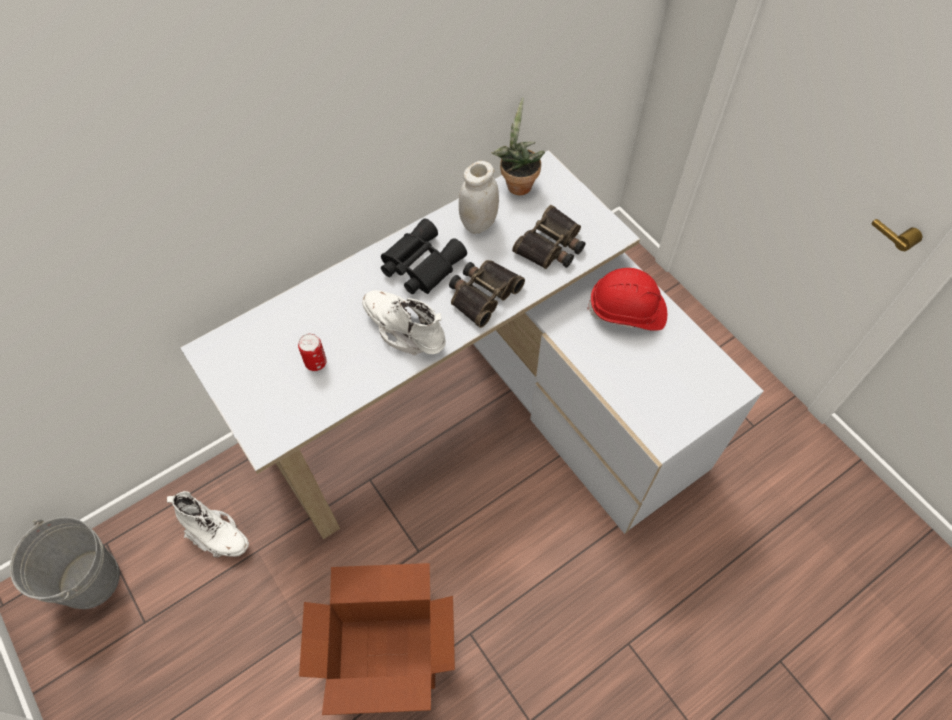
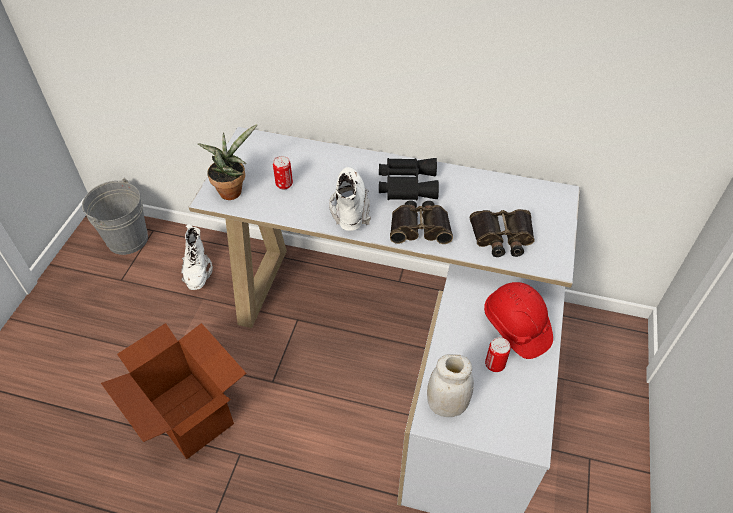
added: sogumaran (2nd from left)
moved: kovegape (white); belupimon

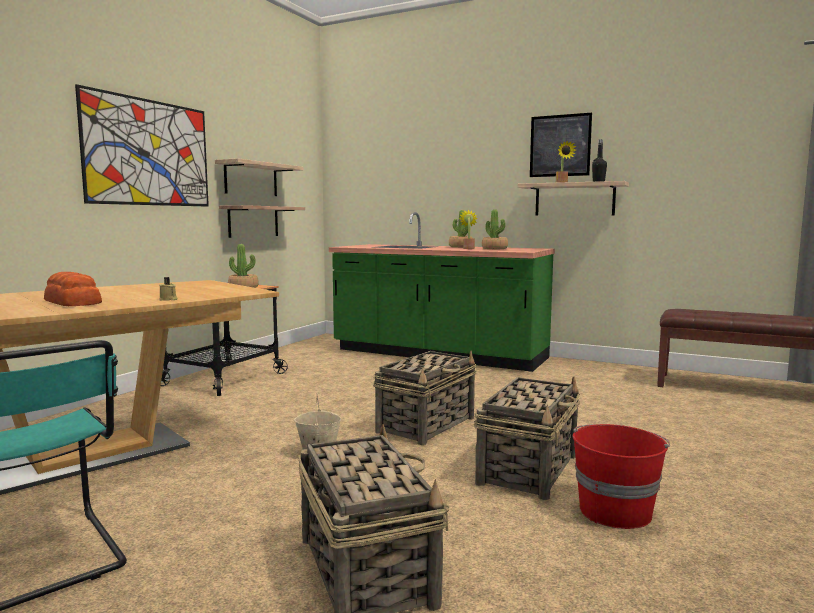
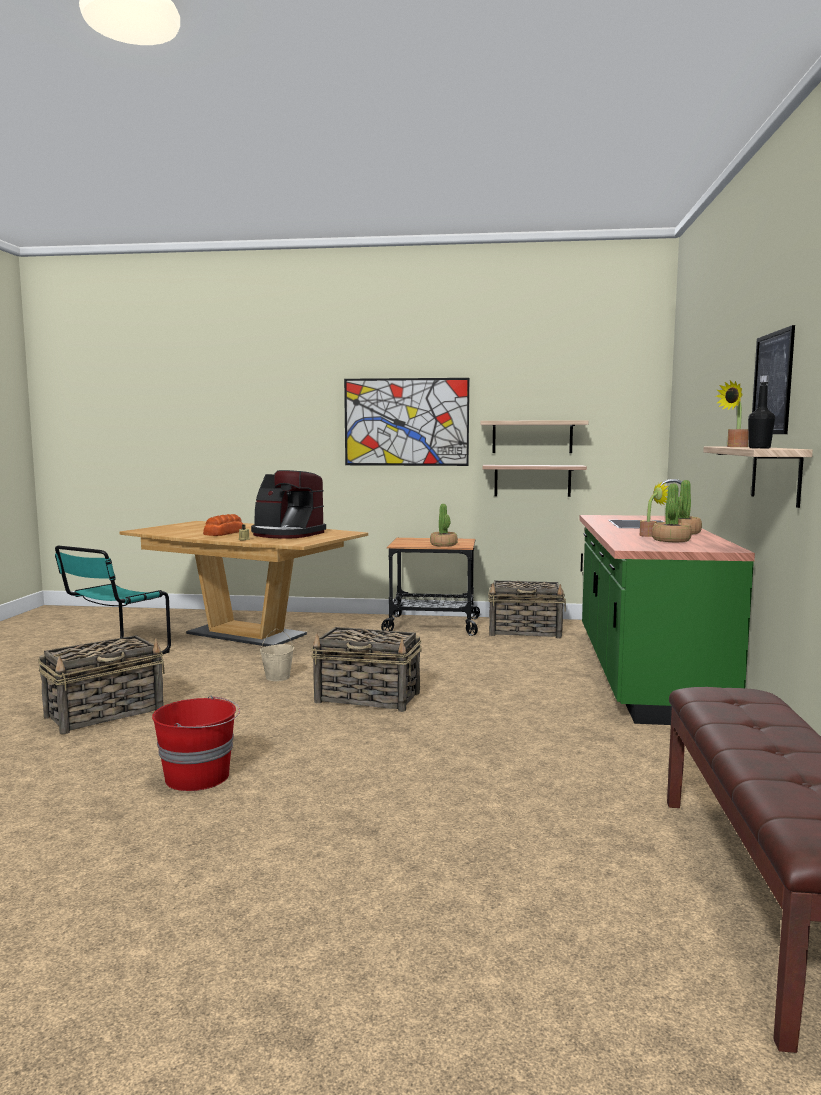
added: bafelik
moved: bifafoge (3rd from left)

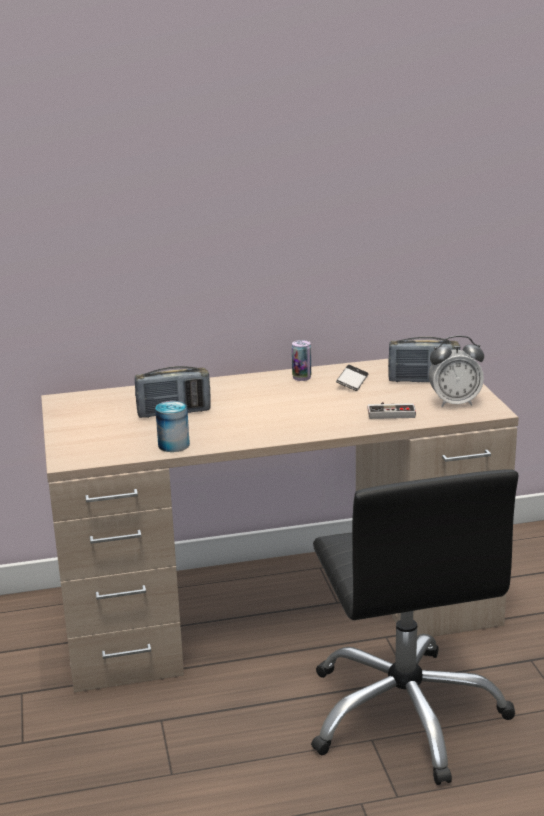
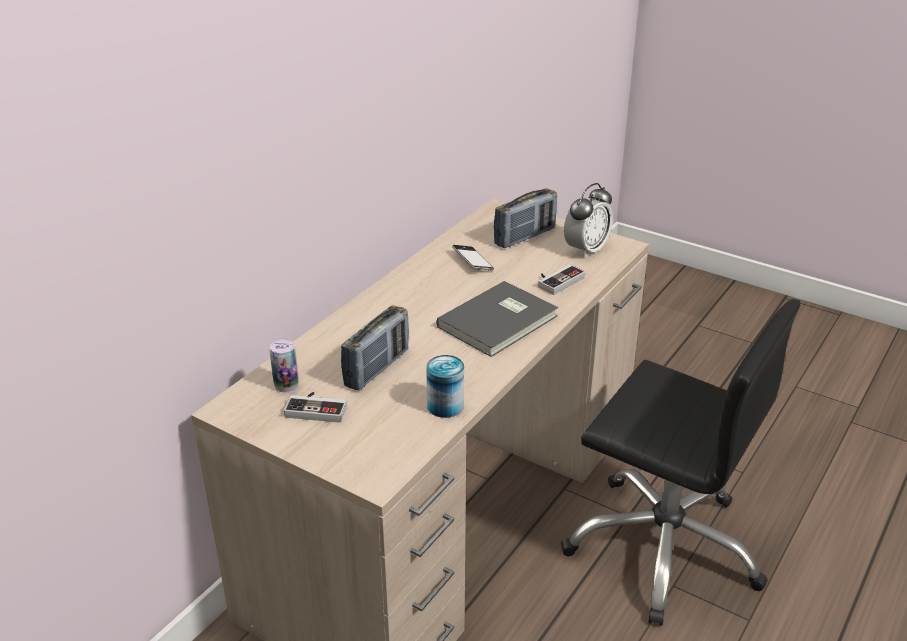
added: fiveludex (1st from left); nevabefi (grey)
moved: sogumaran (2nd from left in the first image) to sogumaran (1st from left)

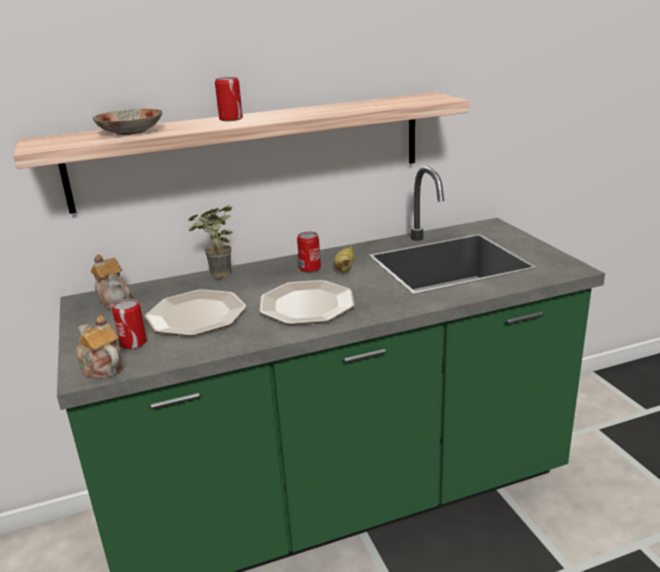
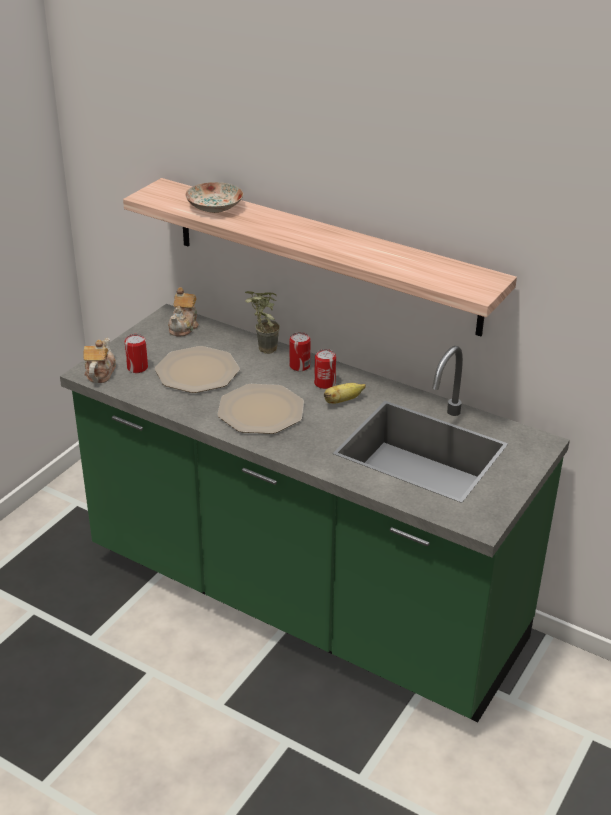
moved: sogumaran (2nd from left)

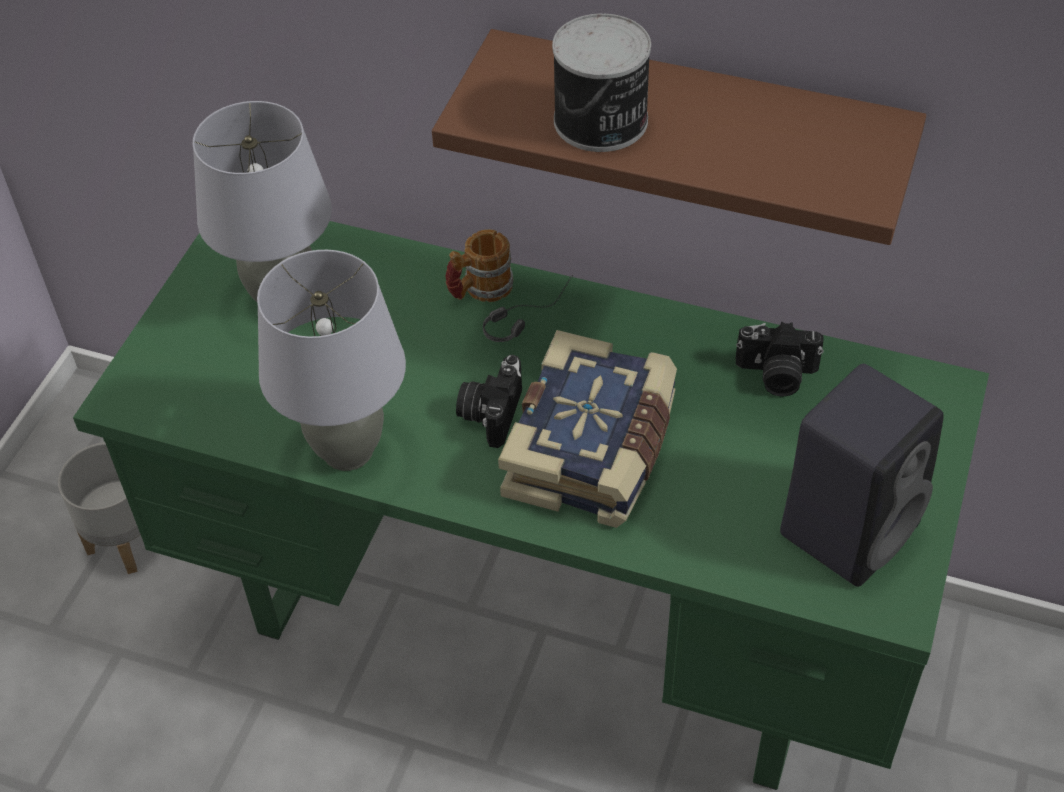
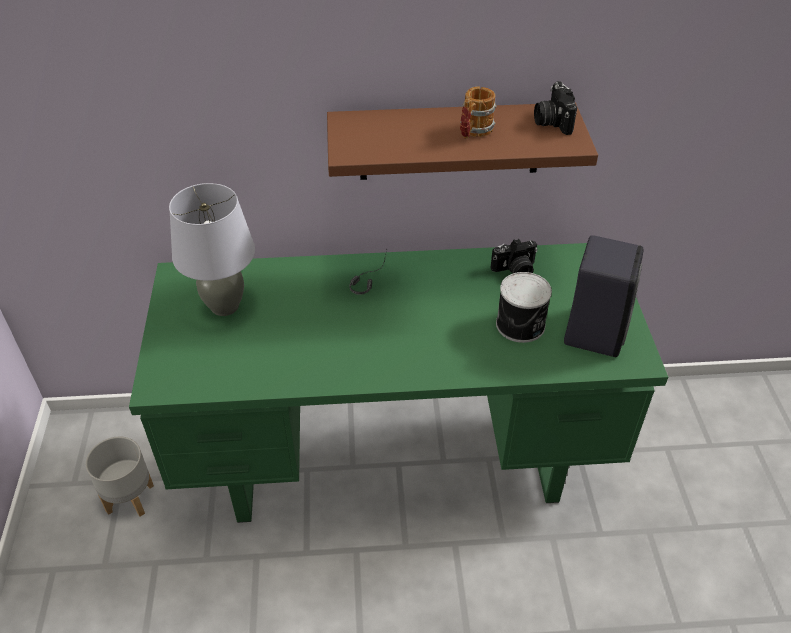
removed: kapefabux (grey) (2nd from left); nevabefi
moved: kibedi; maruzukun (1st from left in the first image) to maruzukun (2nd from left); sogumaran

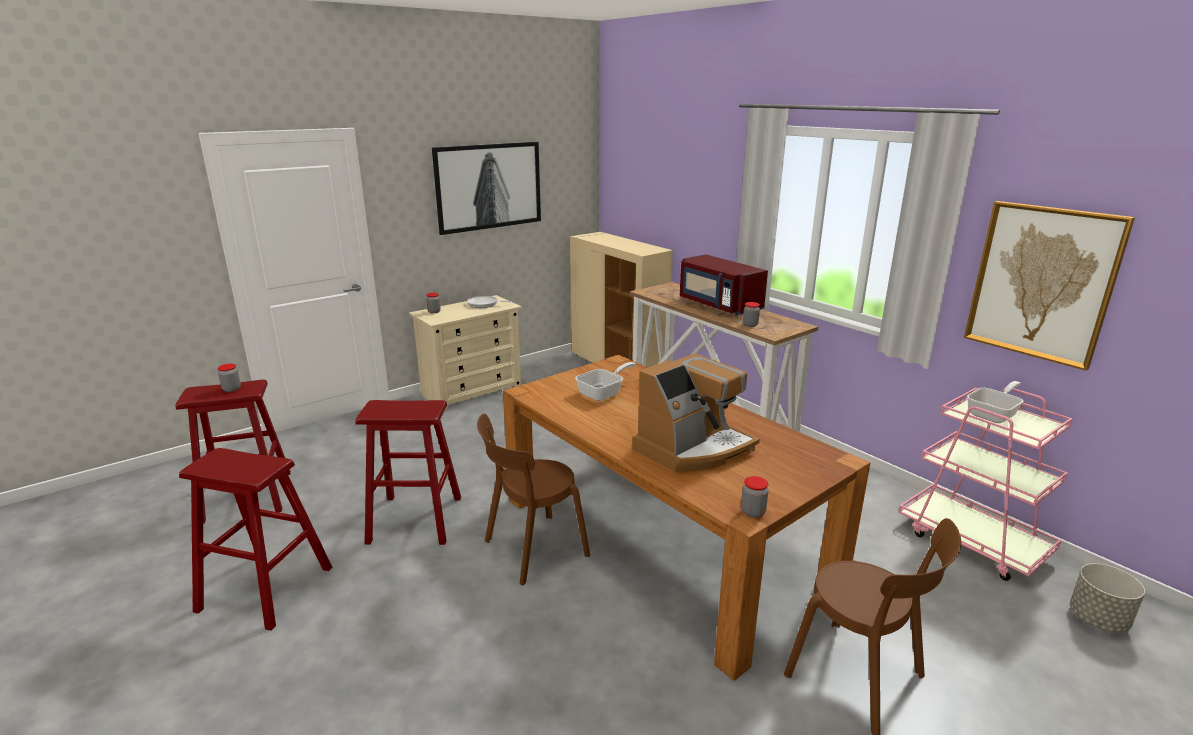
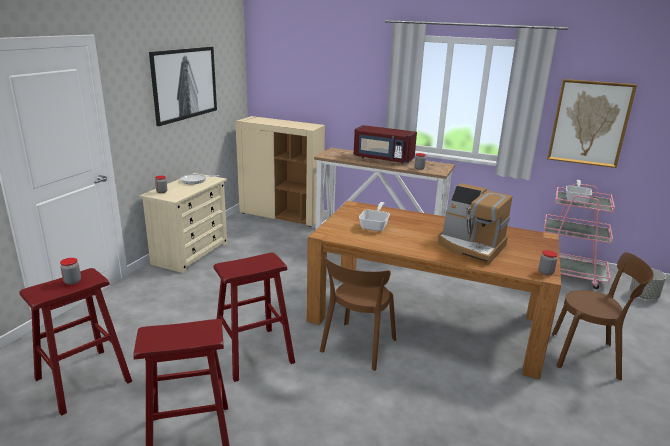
turned: bafelik 105 degrees clockwise

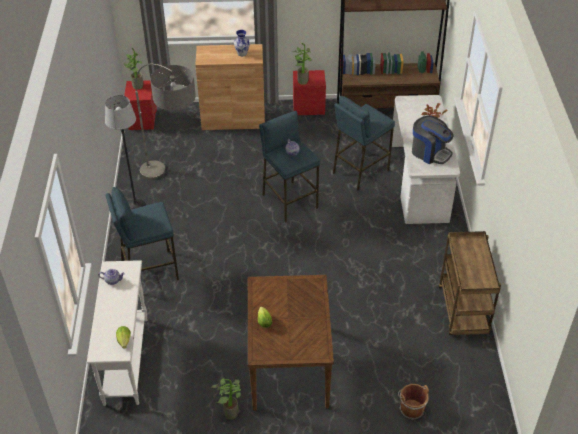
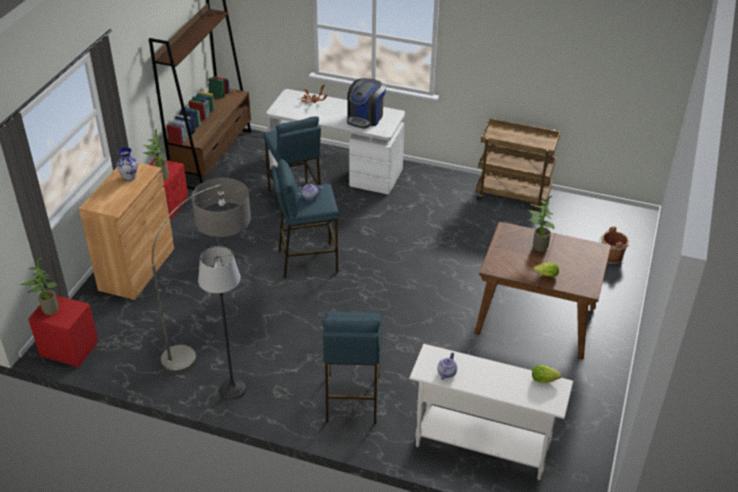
moved: belupimon (2nd from left in the first image) to belupimon (4th from left)
turned: bafelik 150 degrees clockwise

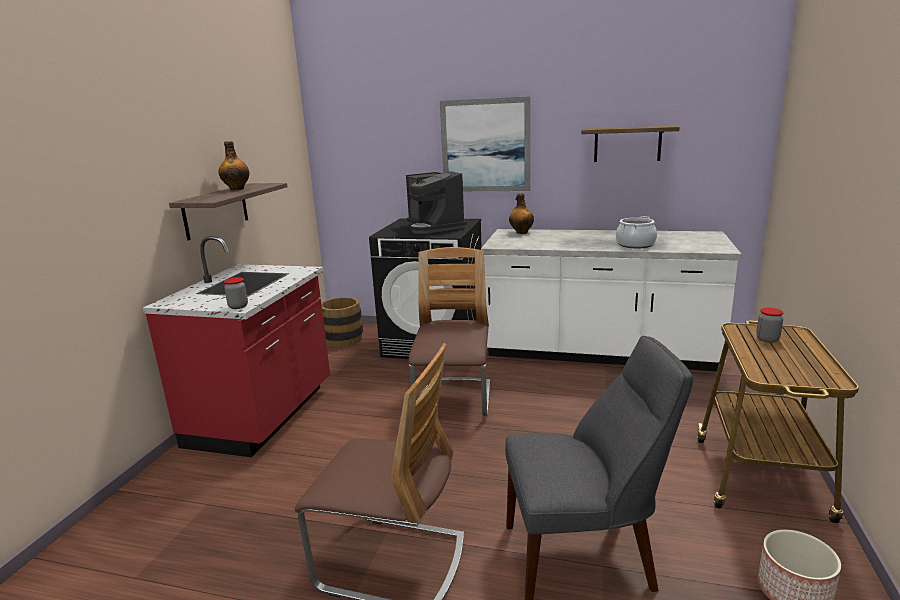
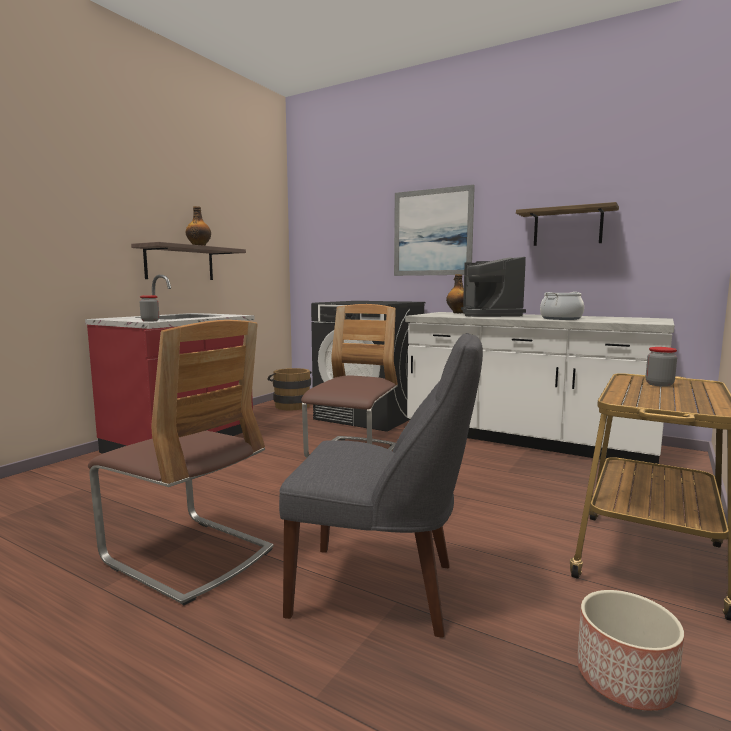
moved: bafelik

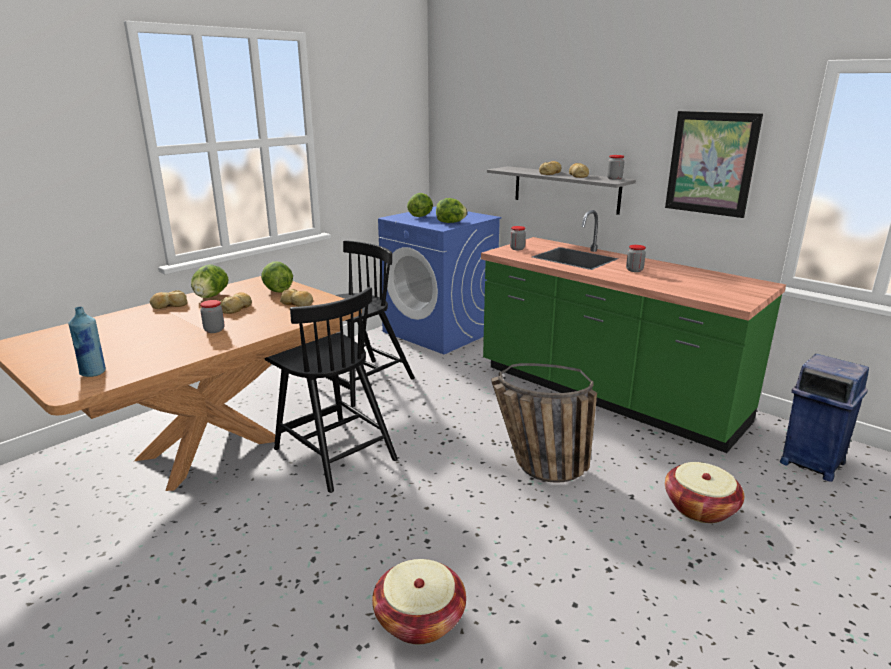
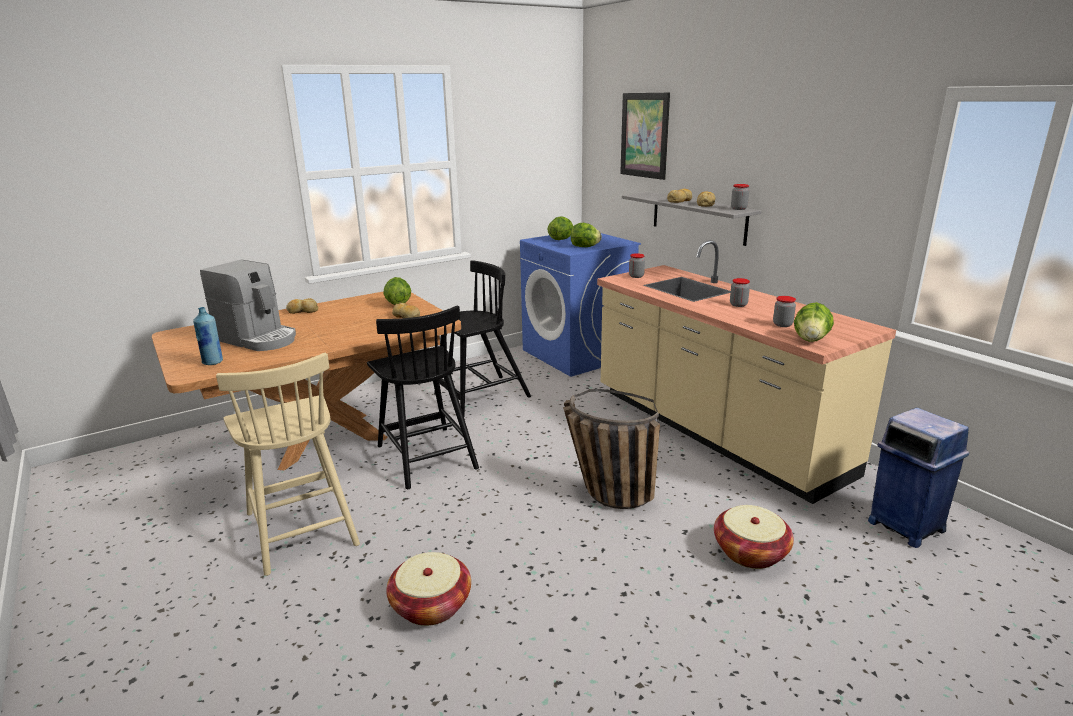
removed: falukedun (2nd from left)
added: bafelik; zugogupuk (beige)
moved: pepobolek (1st from left in the first image) to pepobolek (4th from left); kovegape (1st from left in the first image) to kovegape (4th from left); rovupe
recoloured: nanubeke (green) to nanubeke (beige)

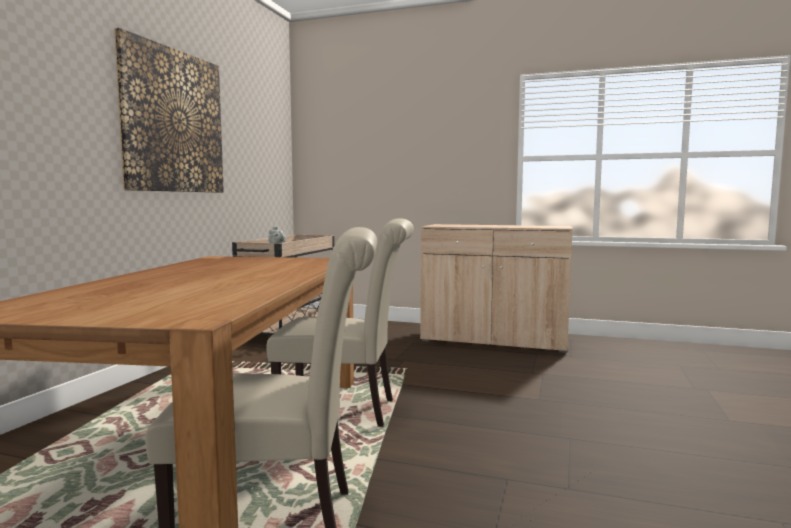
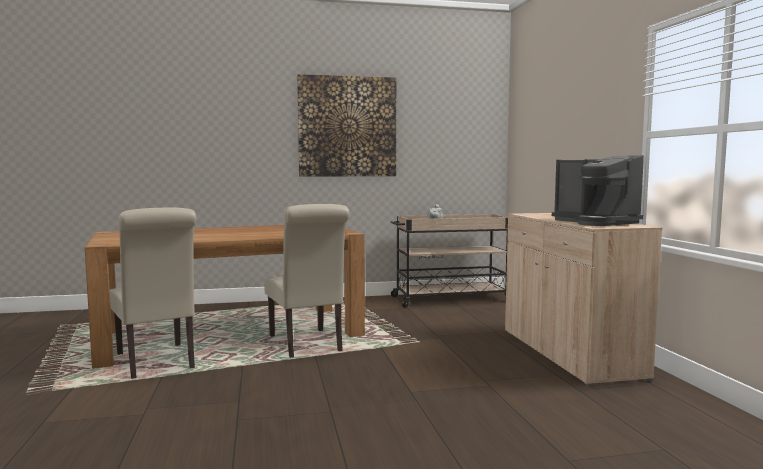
added: bafelik

